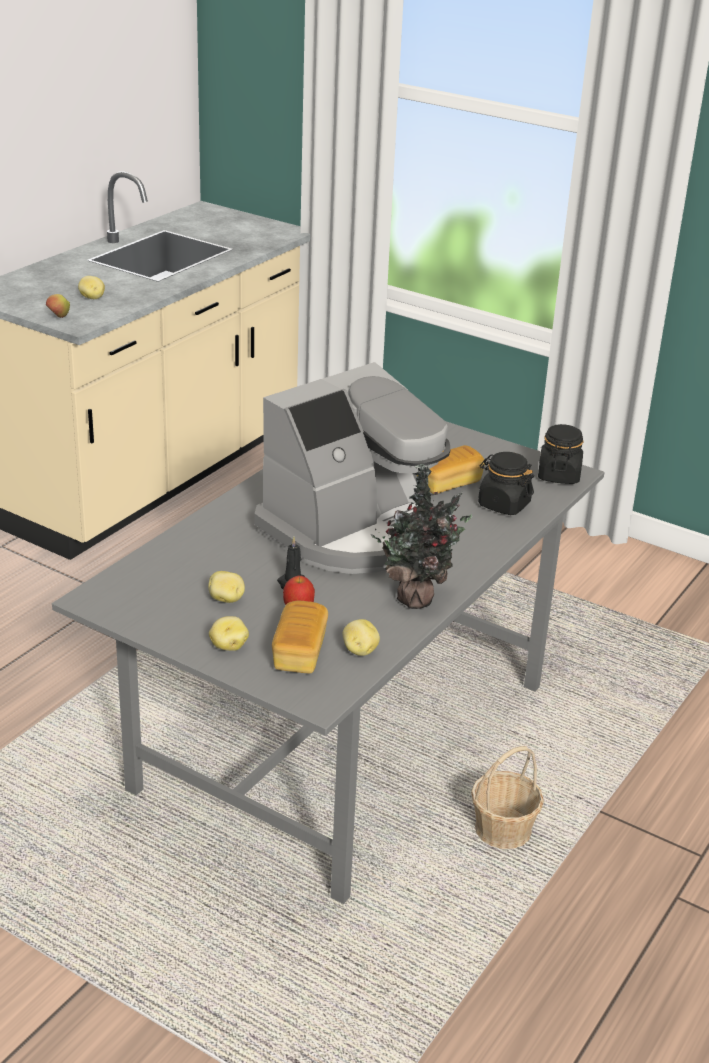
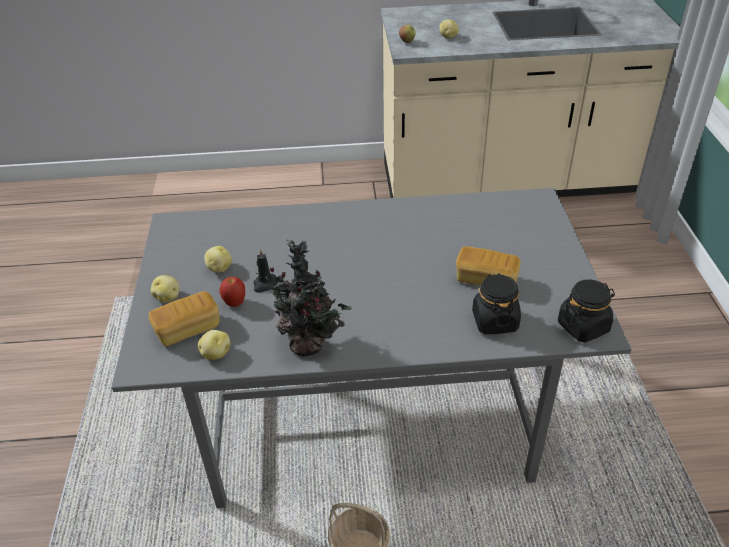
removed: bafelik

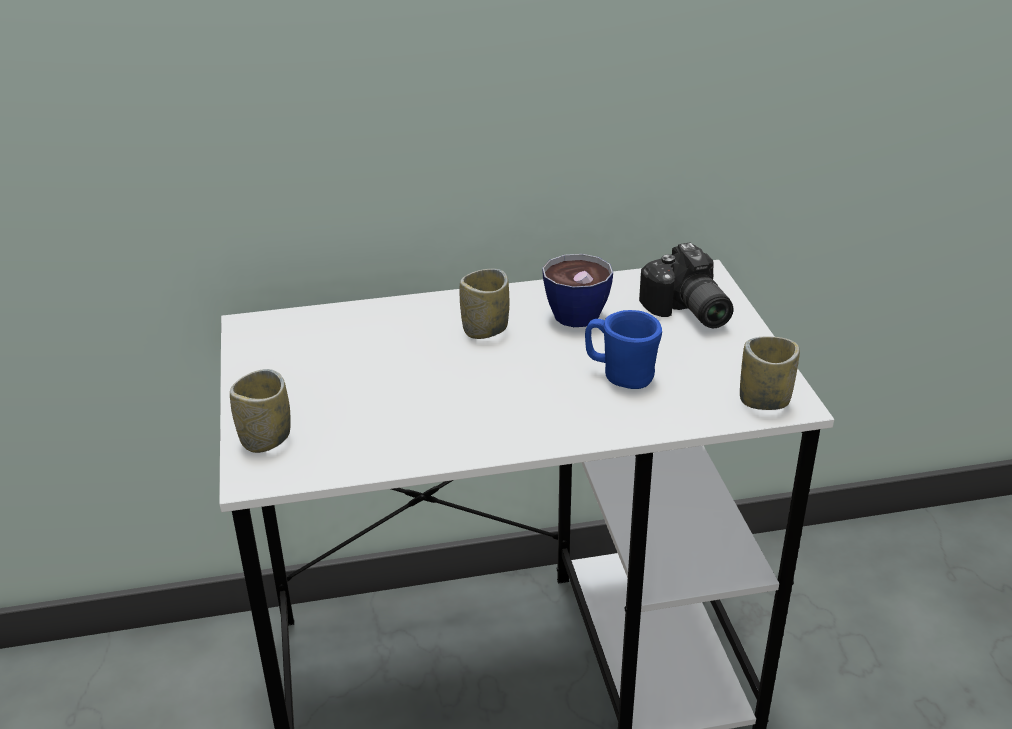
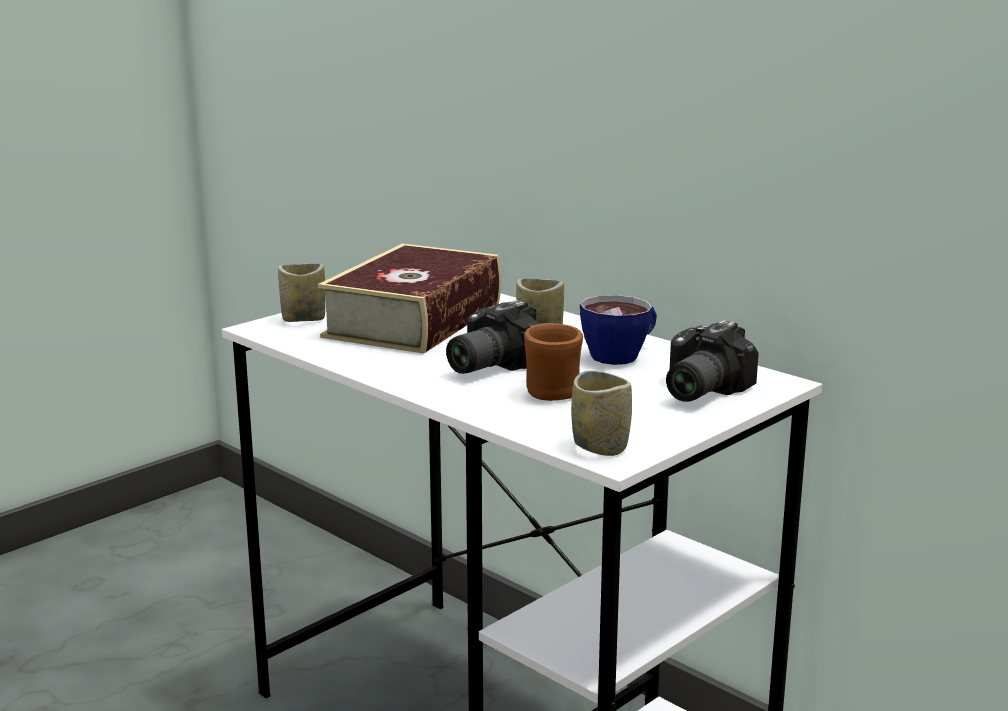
added: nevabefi; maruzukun (1st from left)
recoloured: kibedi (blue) to kibedi (brown)

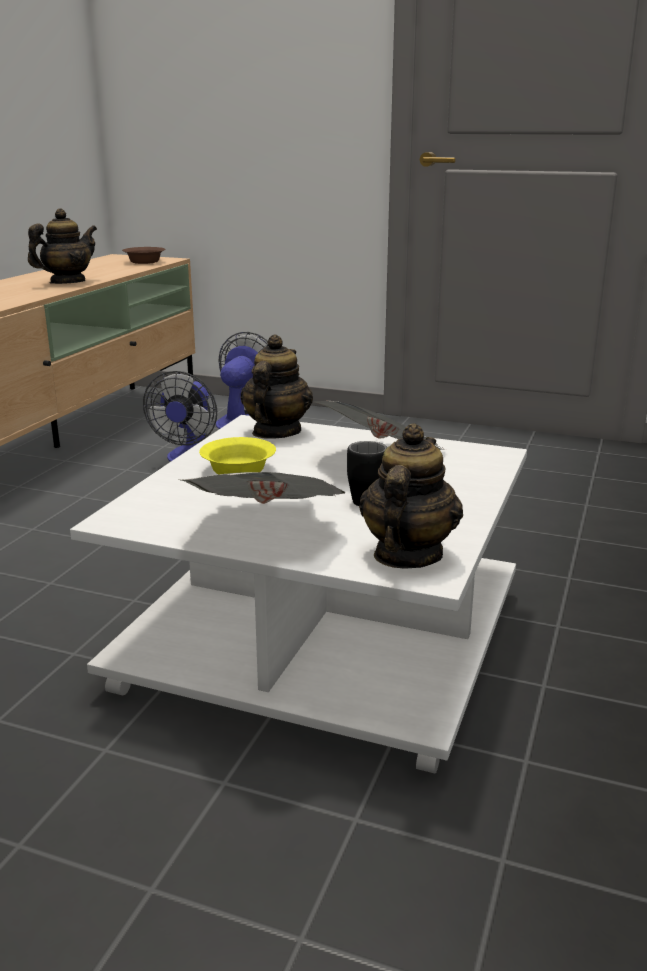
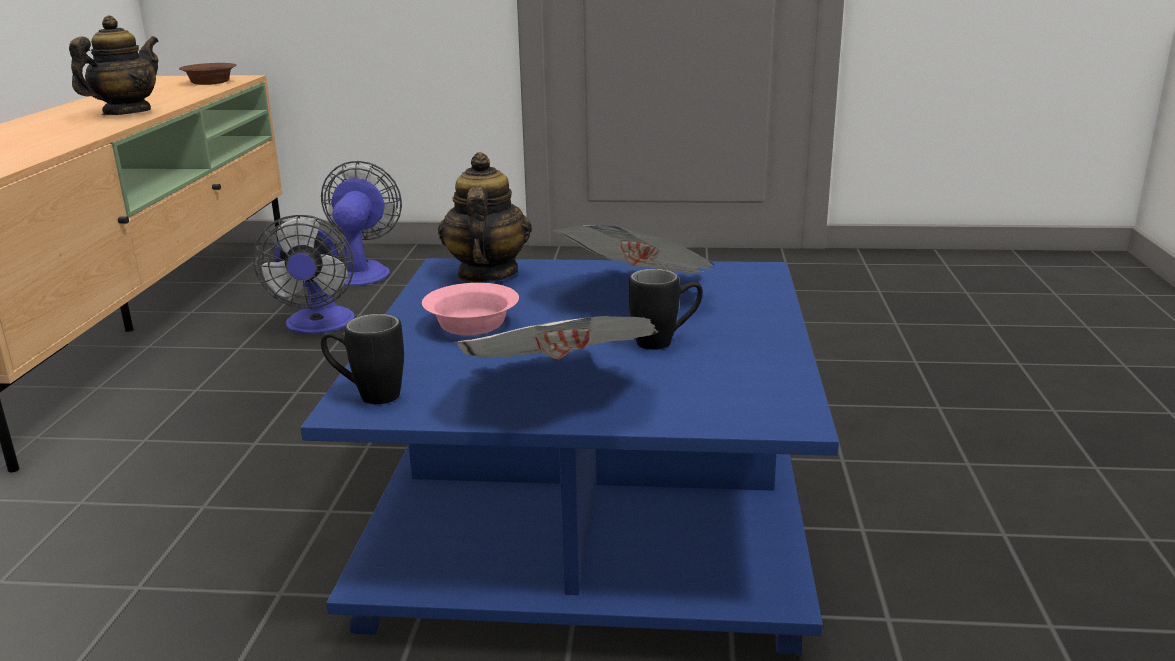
removed: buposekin (3rd from left)
added: kibedi (black) (1st from left)
recoloured: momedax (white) to momedax (blue); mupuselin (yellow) to mupuselin (pink)

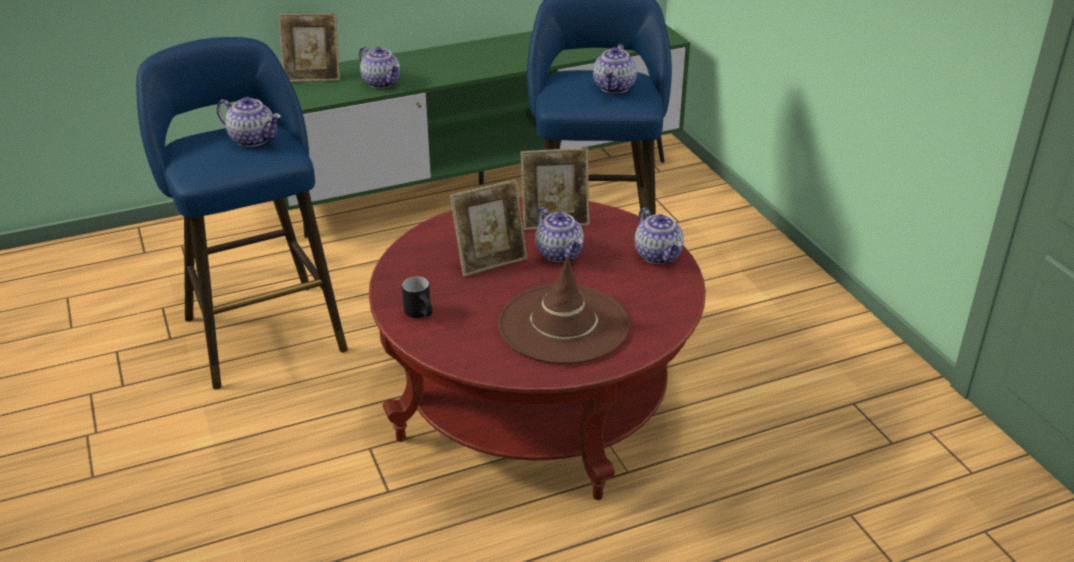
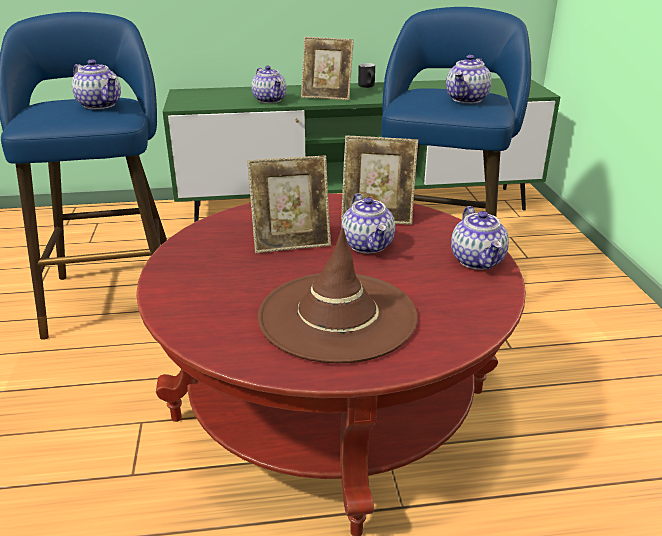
moved: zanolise (1st from left in the first image) to zanolise (2nd from left); kibedi (black)

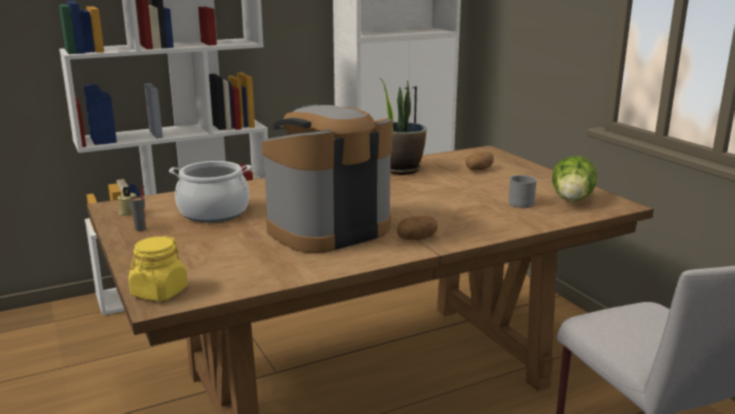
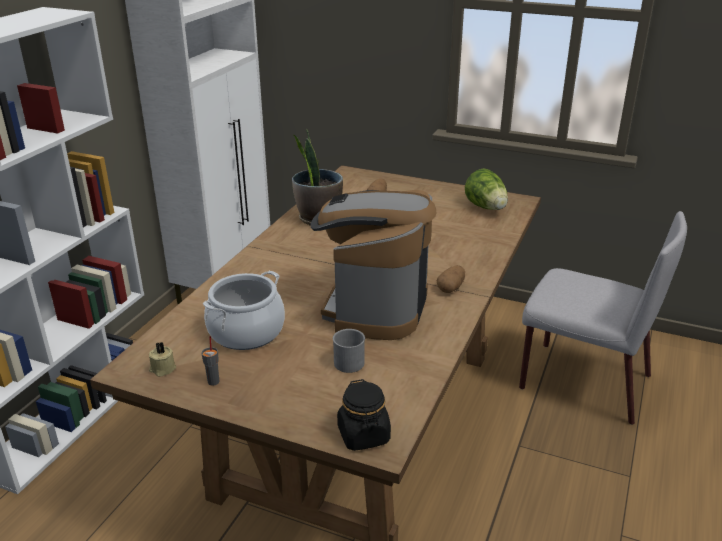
moved: kibedi (grey)
recoloured: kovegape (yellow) to kovegape (black)

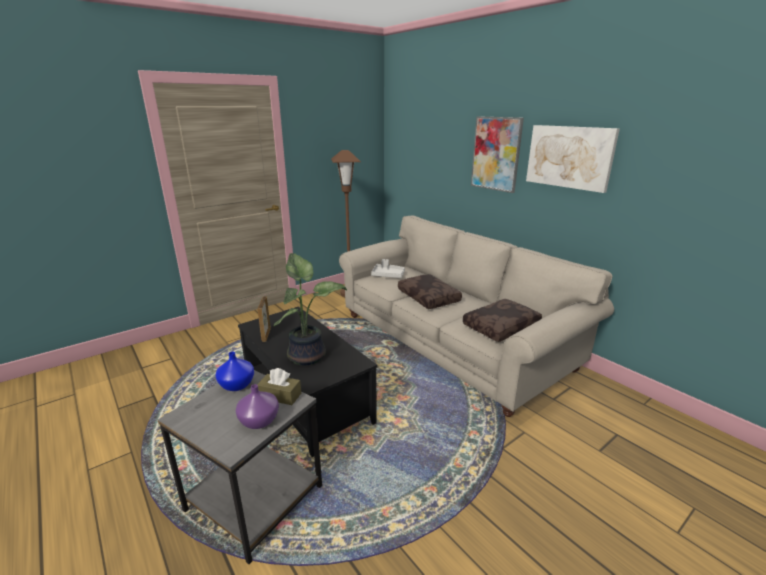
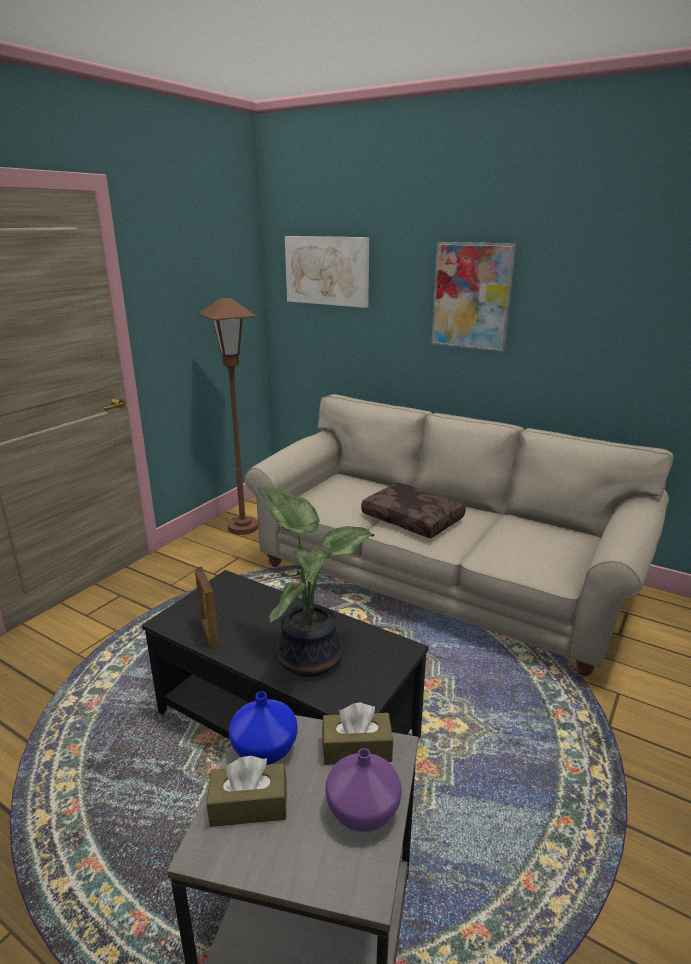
removed: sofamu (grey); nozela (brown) (2nd from left)
added: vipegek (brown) (1st from left)
moved: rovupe (2nd from left in the first image) to rovupe (1st from left)

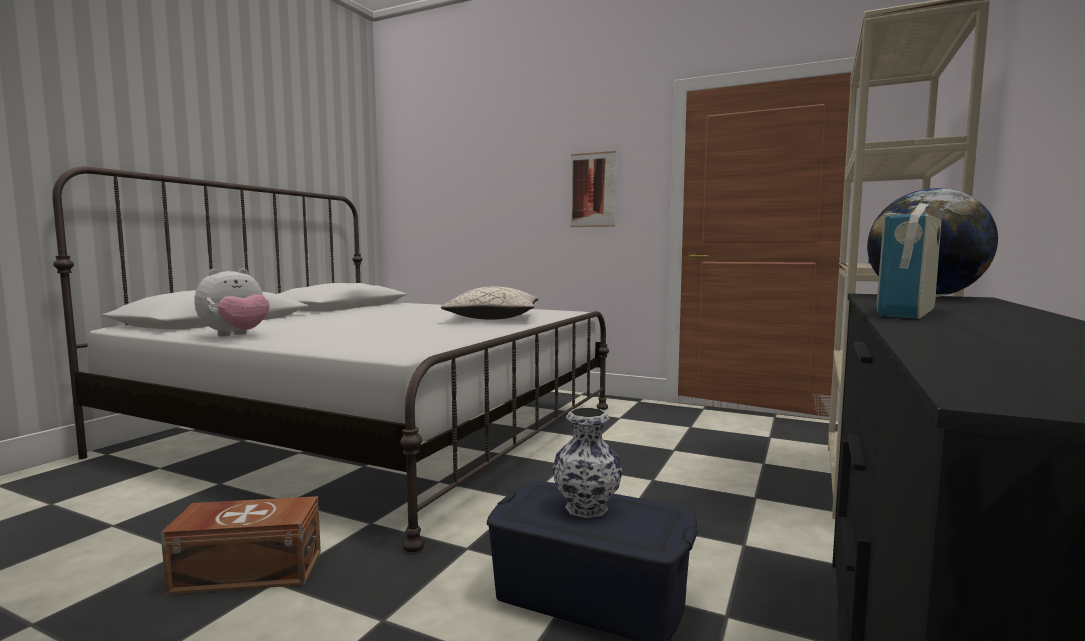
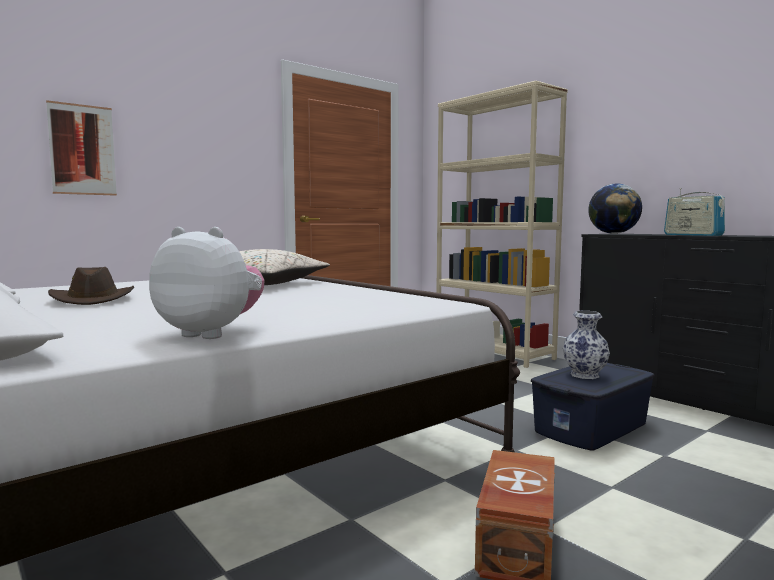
added: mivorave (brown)
moved: rovupe
turned: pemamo 45 degrees counterclockwise

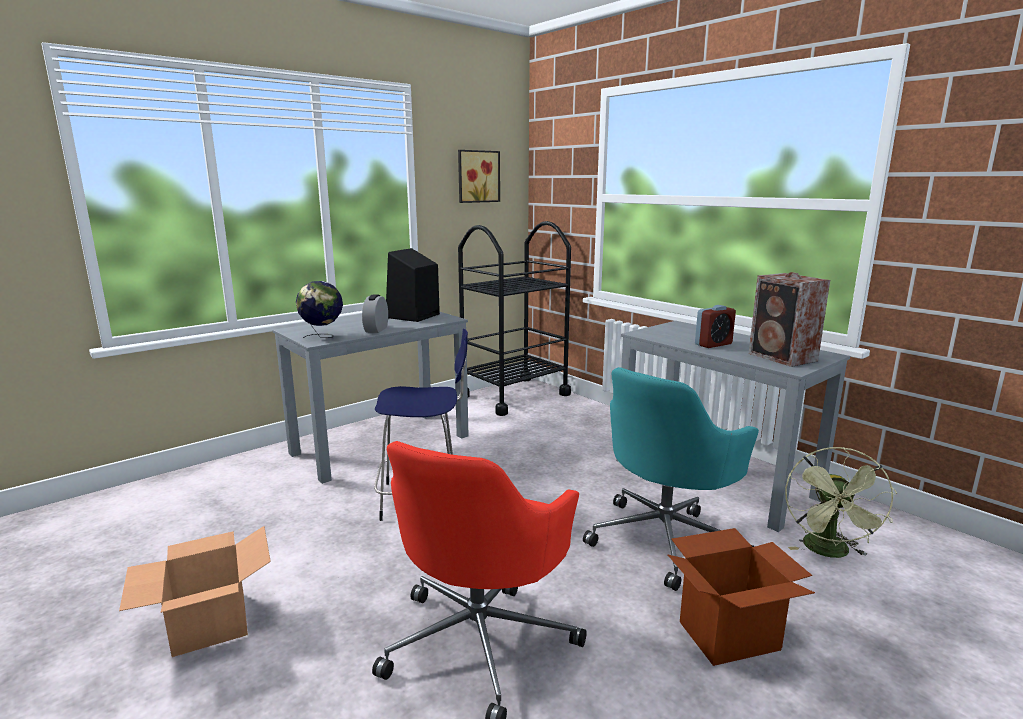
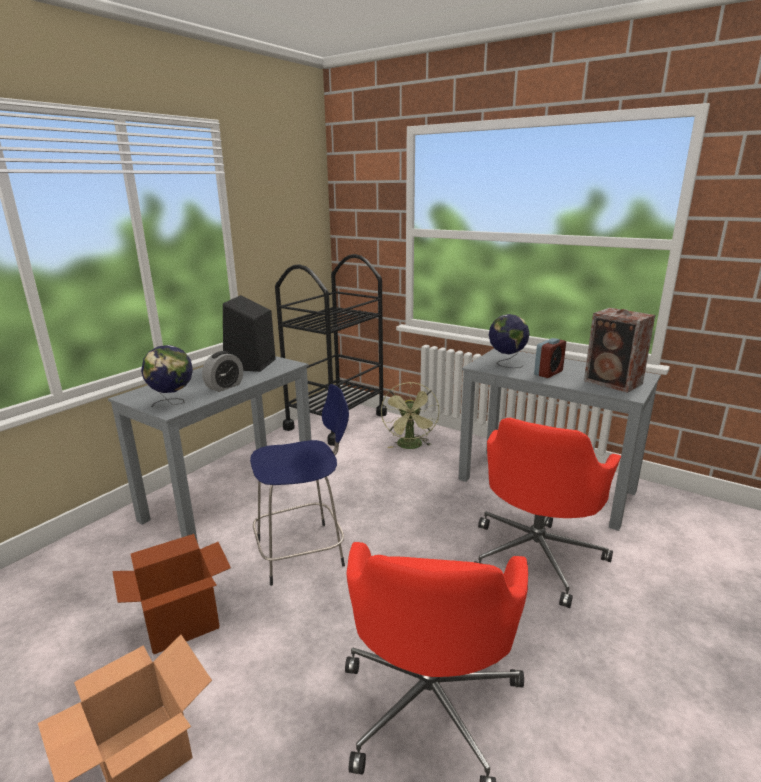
removed: rovupe
added: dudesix (2nd from left)
moved: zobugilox (2nd from left); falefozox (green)
recoloured: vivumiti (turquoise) to vivumiti (red) (2nd from left)
turned: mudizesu (1st from left) 135 degrees counterclockwise

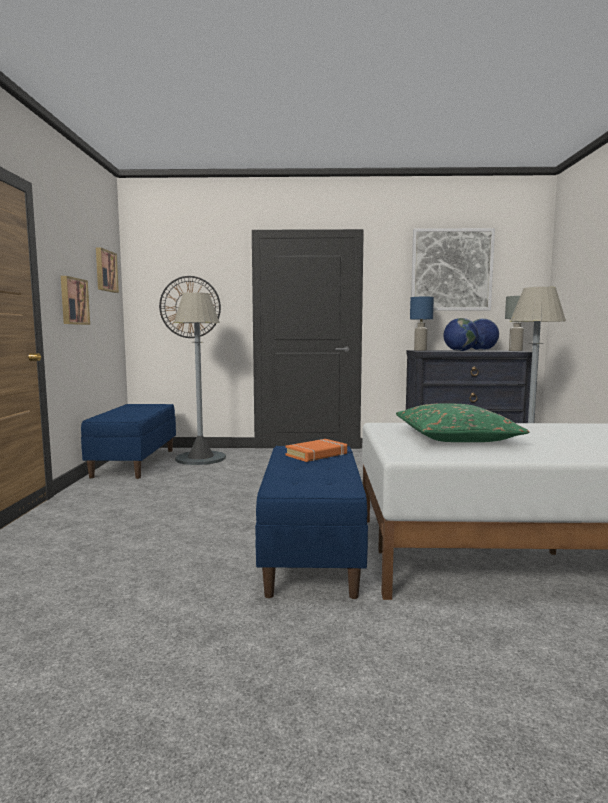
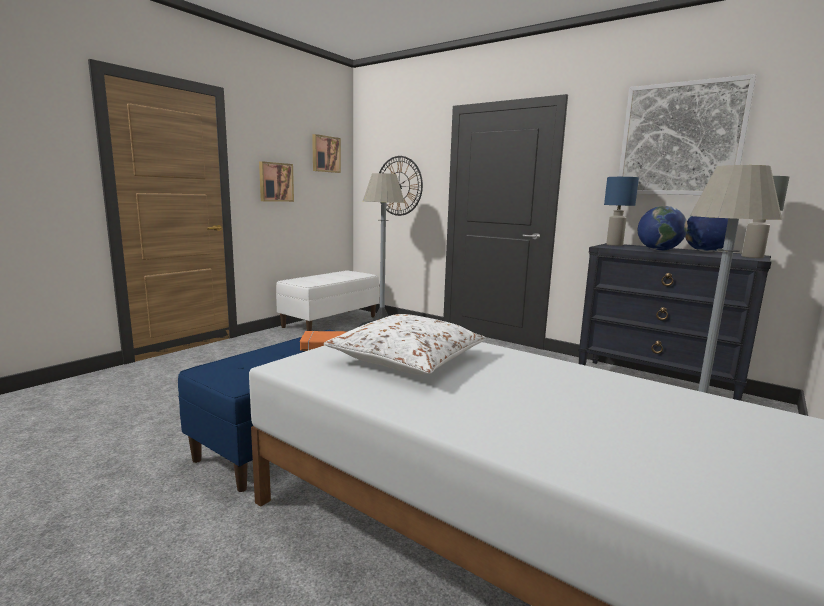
recoloured: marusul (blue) (1st from left) to marusul (white); nozela (green) to nozela (white)

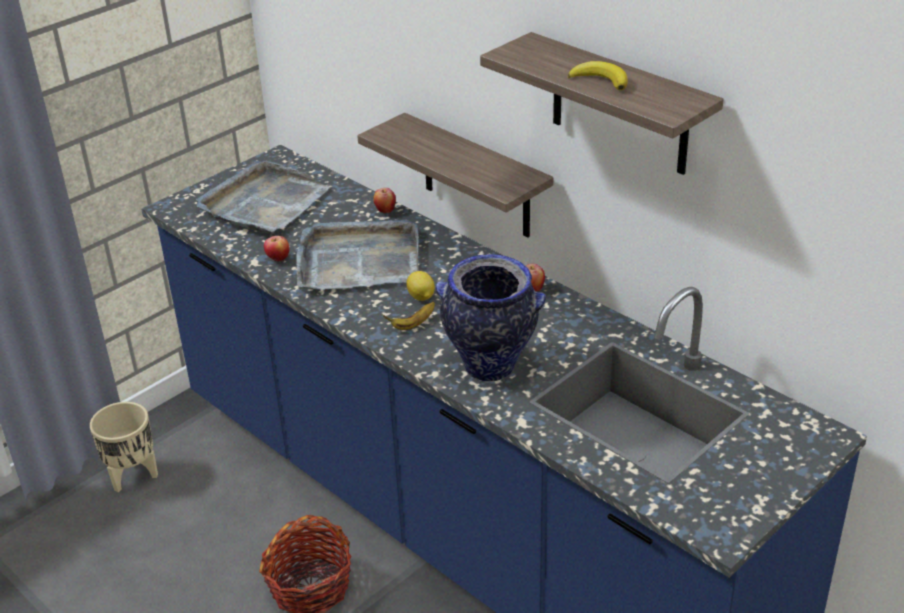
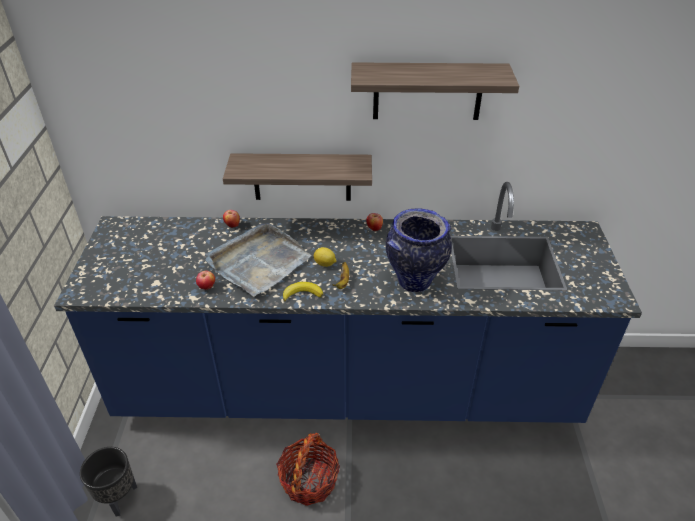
removed: sofamu (grey) (1st from left)
moved: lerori (2nd from left in the first image) to lerori (1st from left)
recoloured: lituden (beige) to lituden (black)

